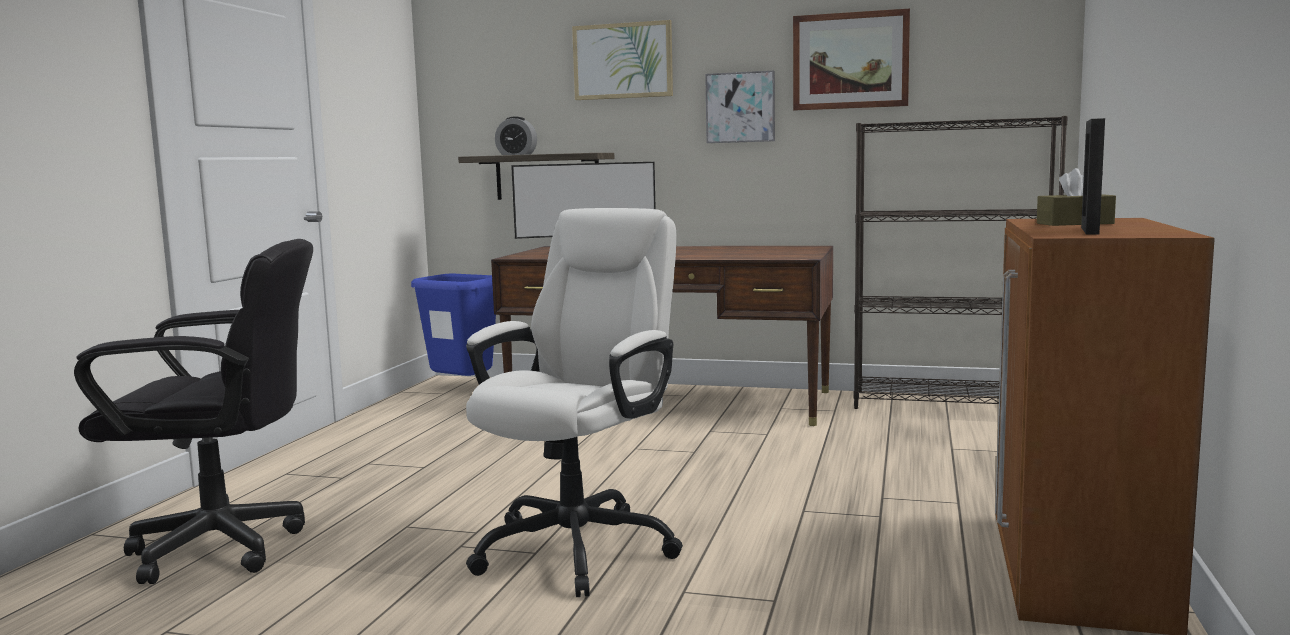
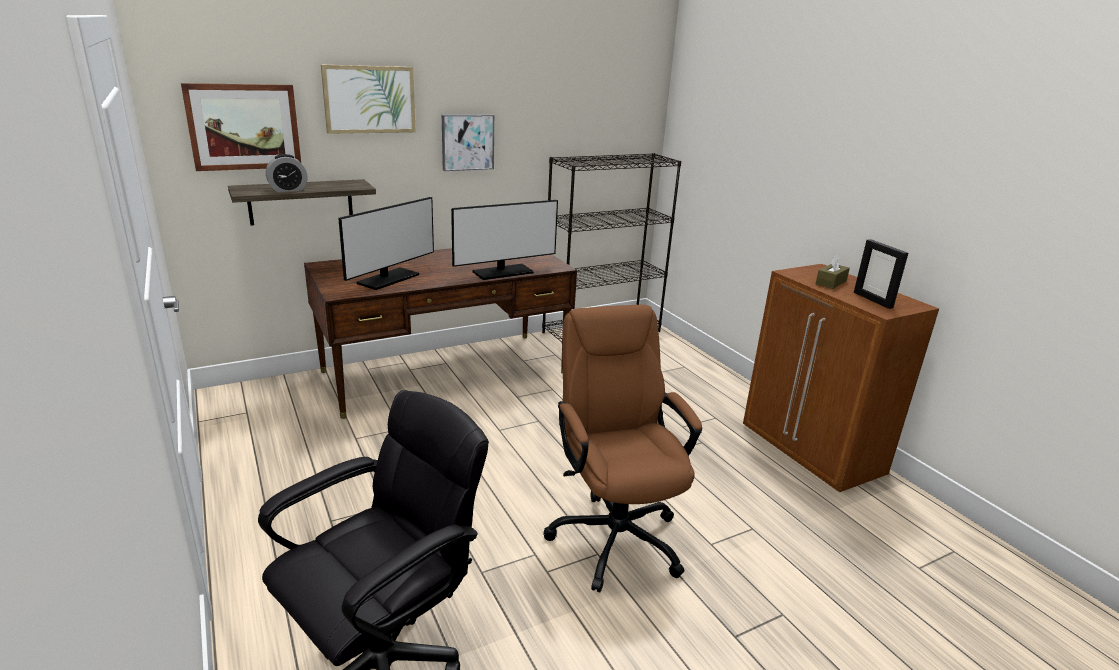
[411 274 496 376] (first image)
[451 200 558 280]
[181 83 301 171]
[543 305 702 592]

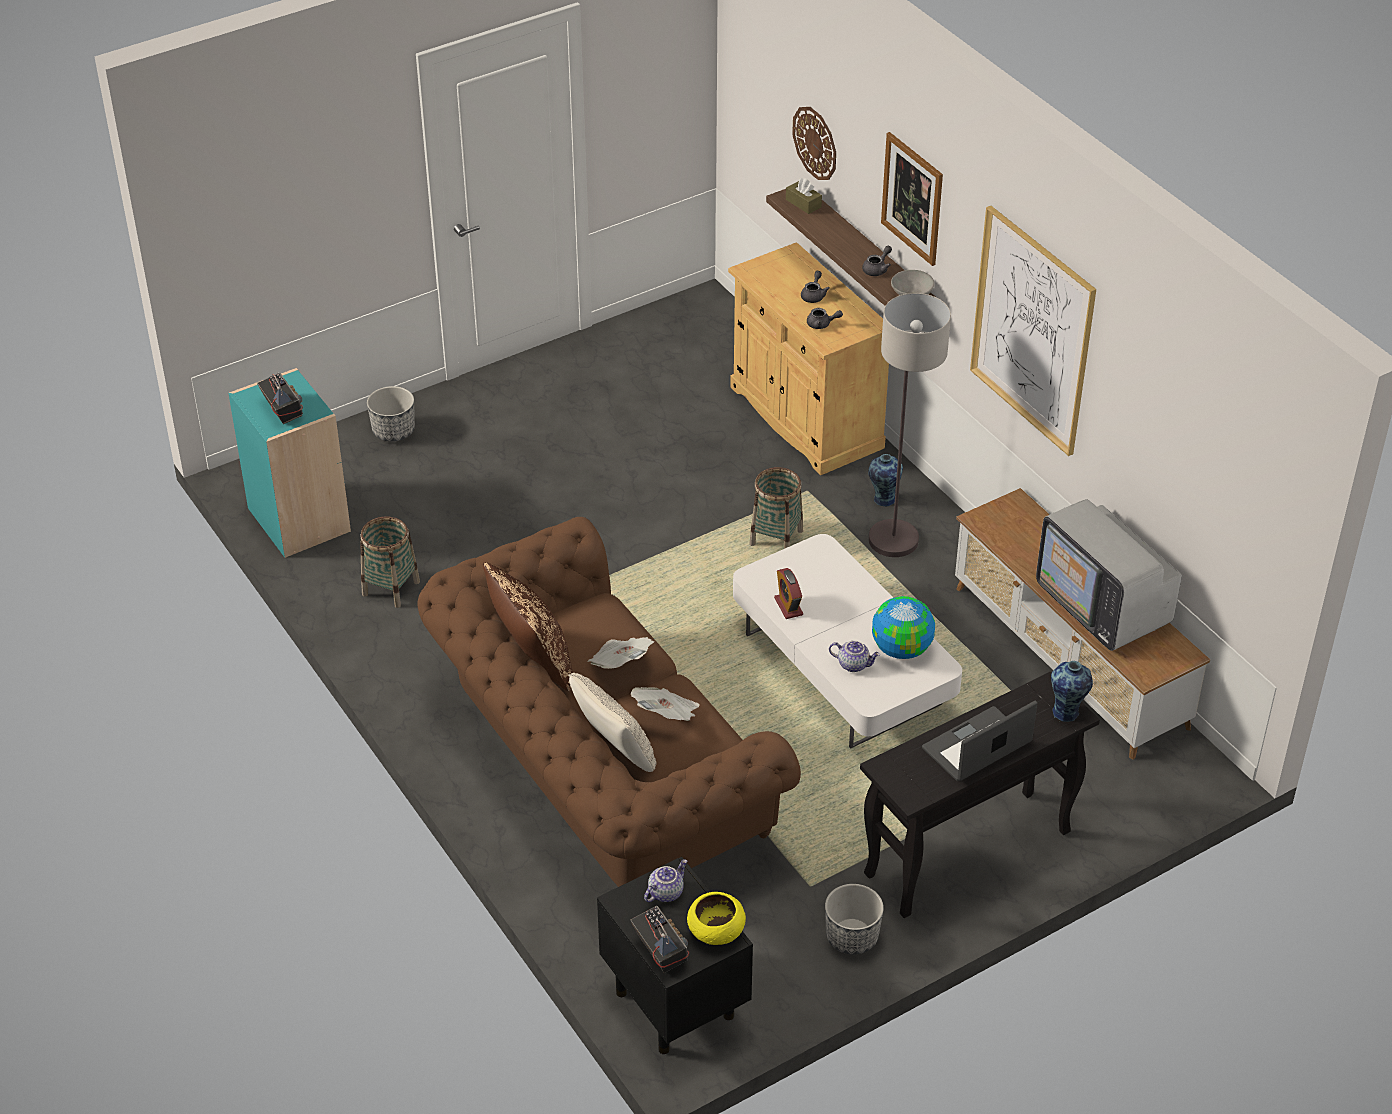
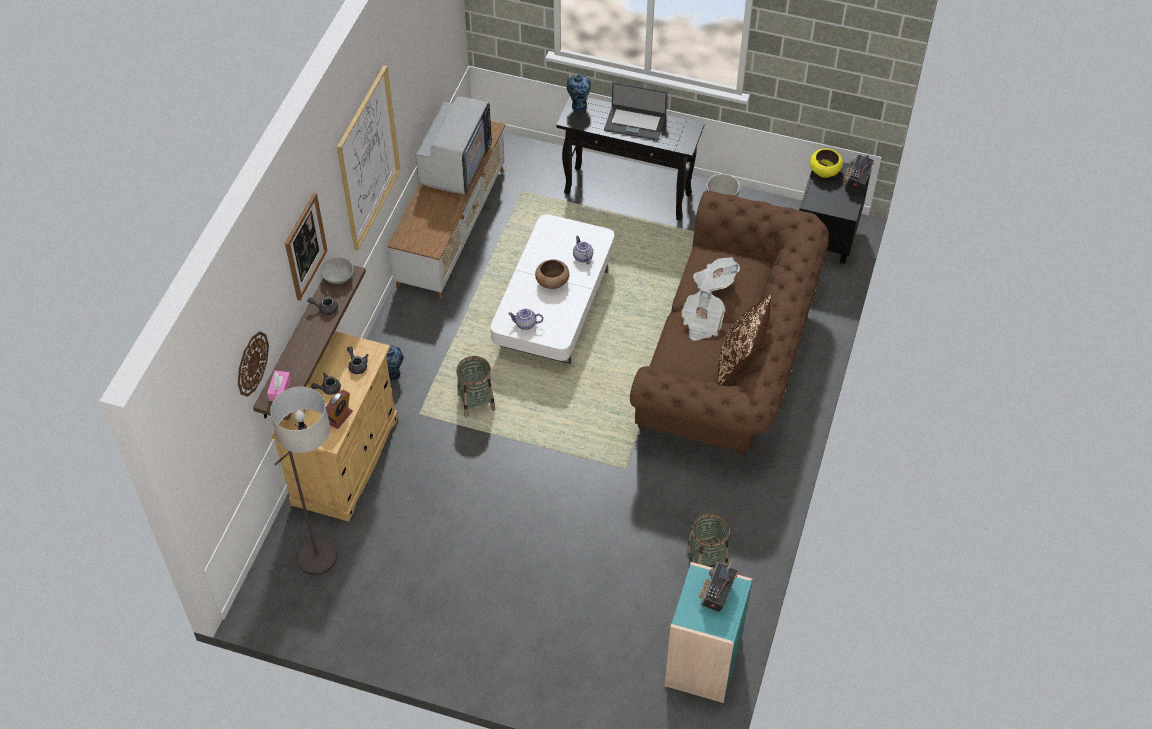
[367 386 415 442] (first image)
[569 673 656 772] (first image)
[872 596 935 659] (first image)
[535 259 569 289]
[508 308 543 330]
[326 390 353 429]
[270 387 337 576]
[267 370 291 401]

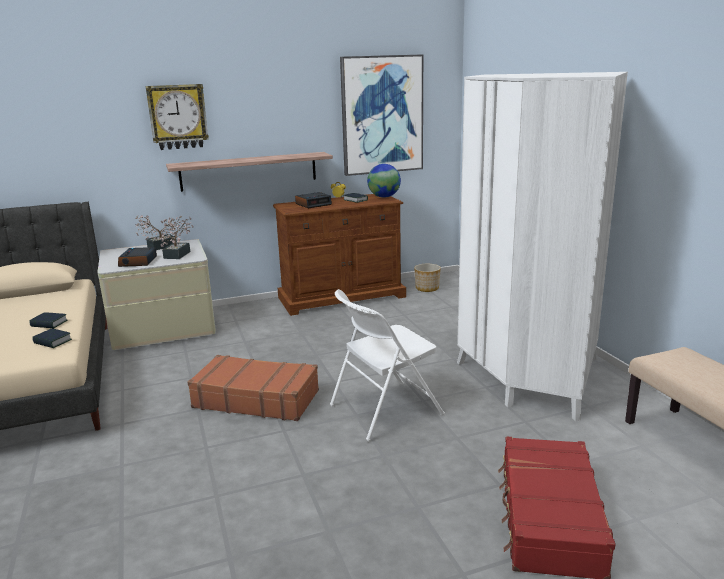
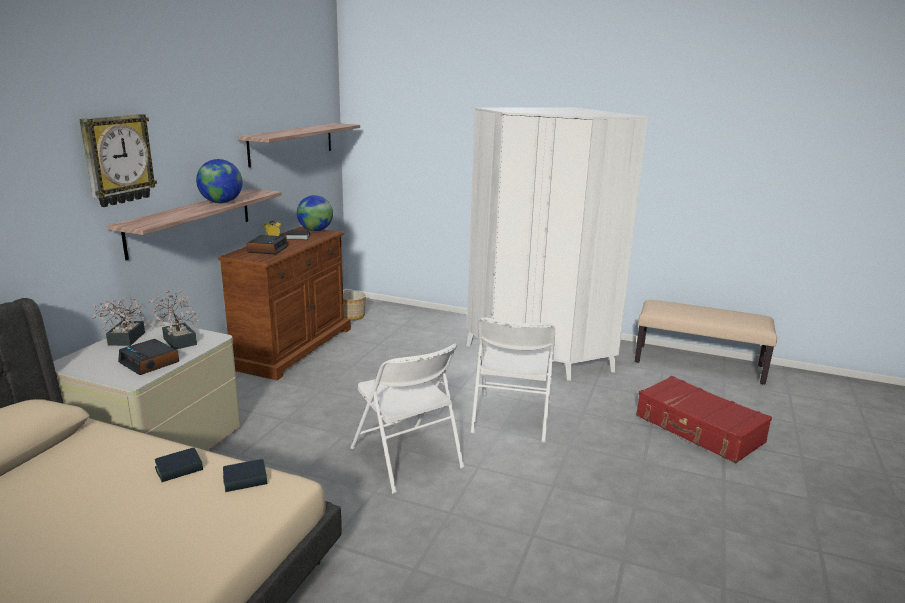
[196 159 243 203]
[350 344 465 494]
[238 123 360 168]

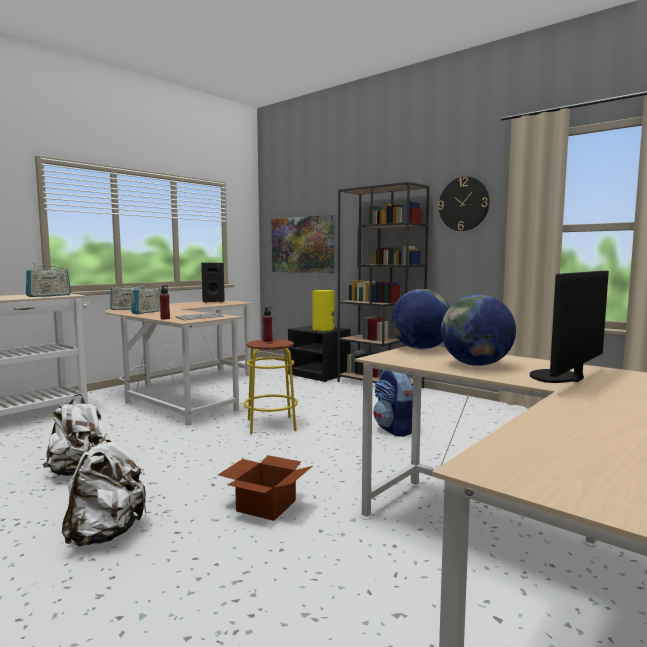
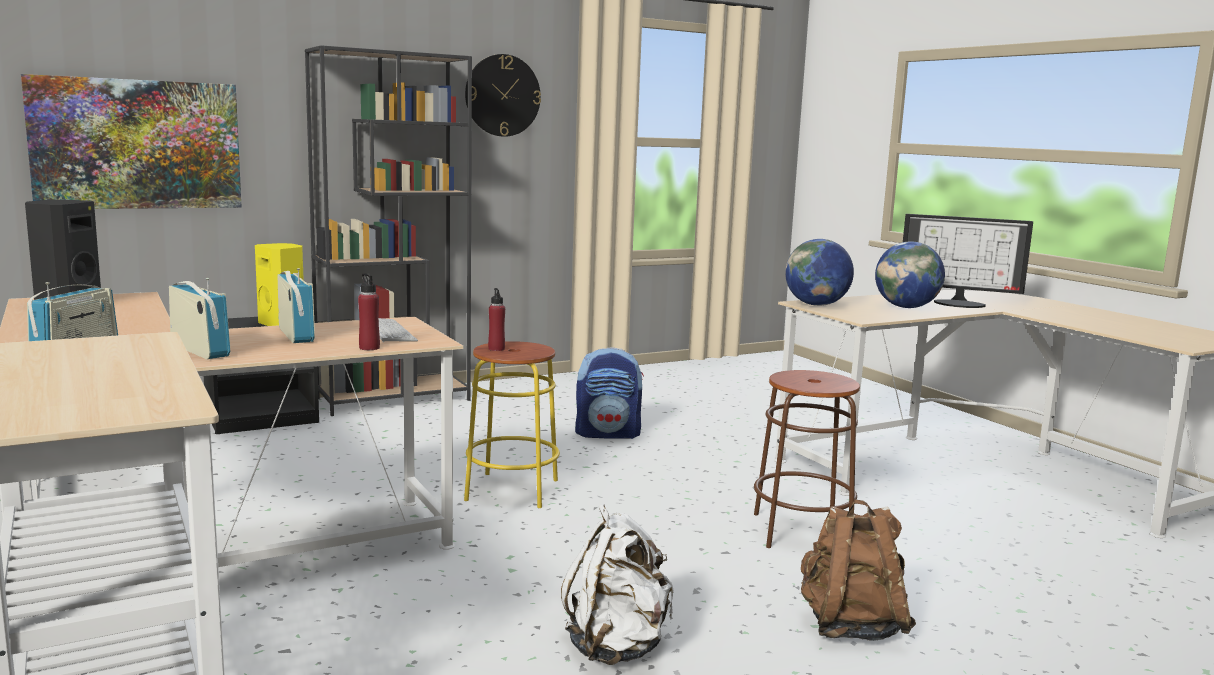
[277 268 315 343]
[754 370 860 548]
[801 499 916 641]
[903 214 1033 308]

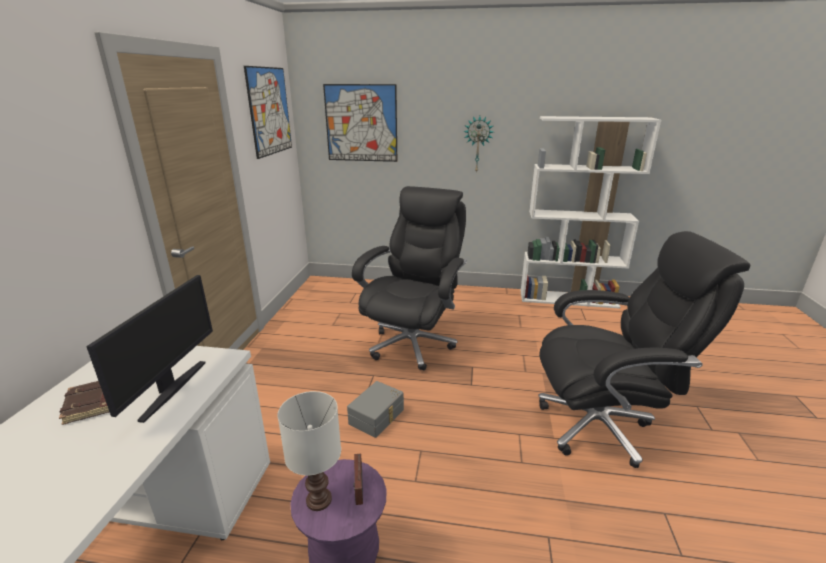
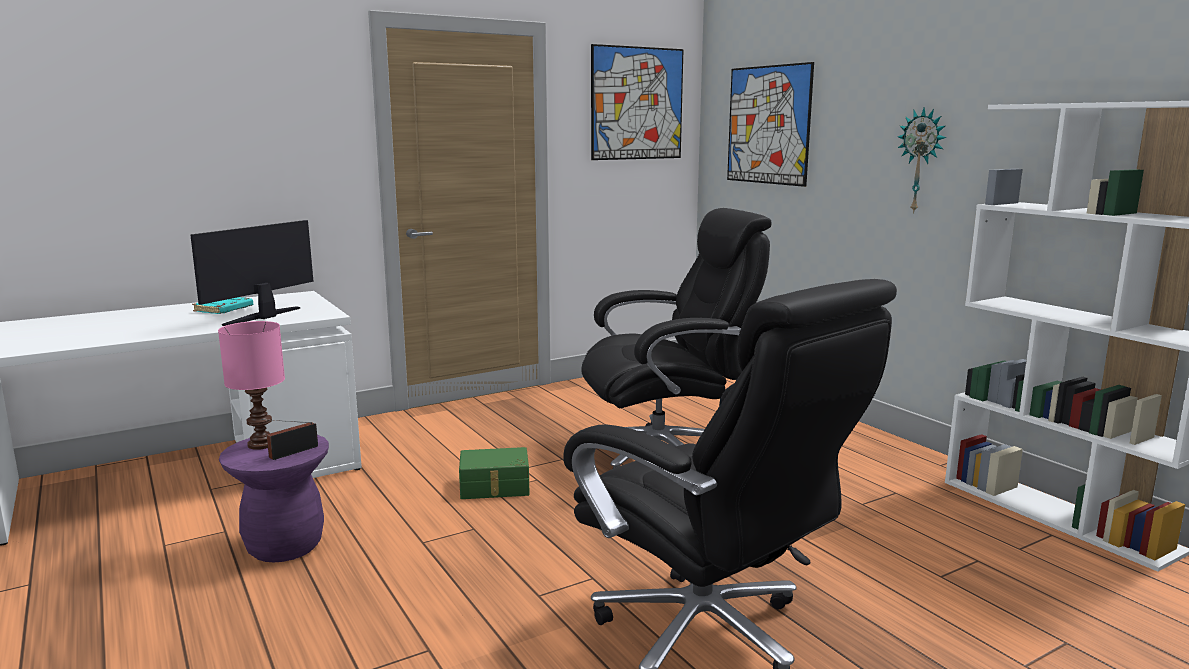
[192 297 253 314]
[218 321 285 450]
[459 447 530 499]
[190 220 314 326]

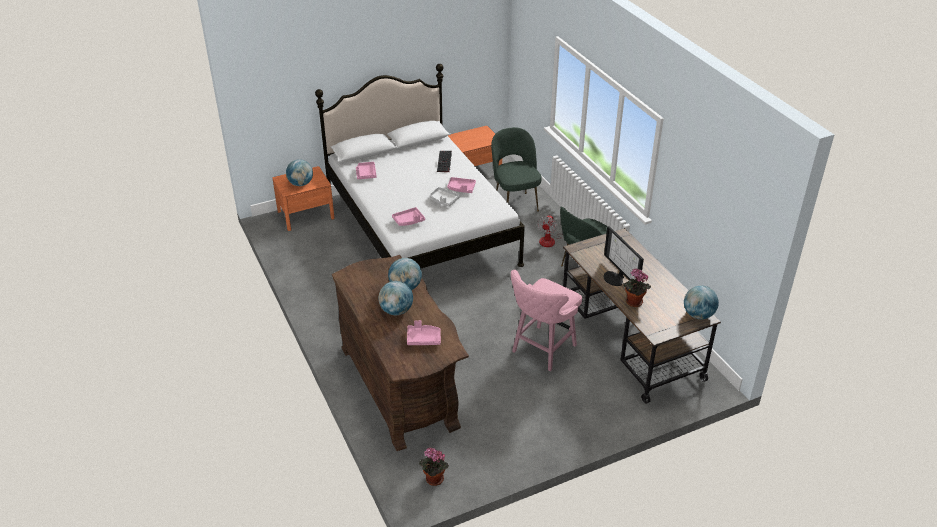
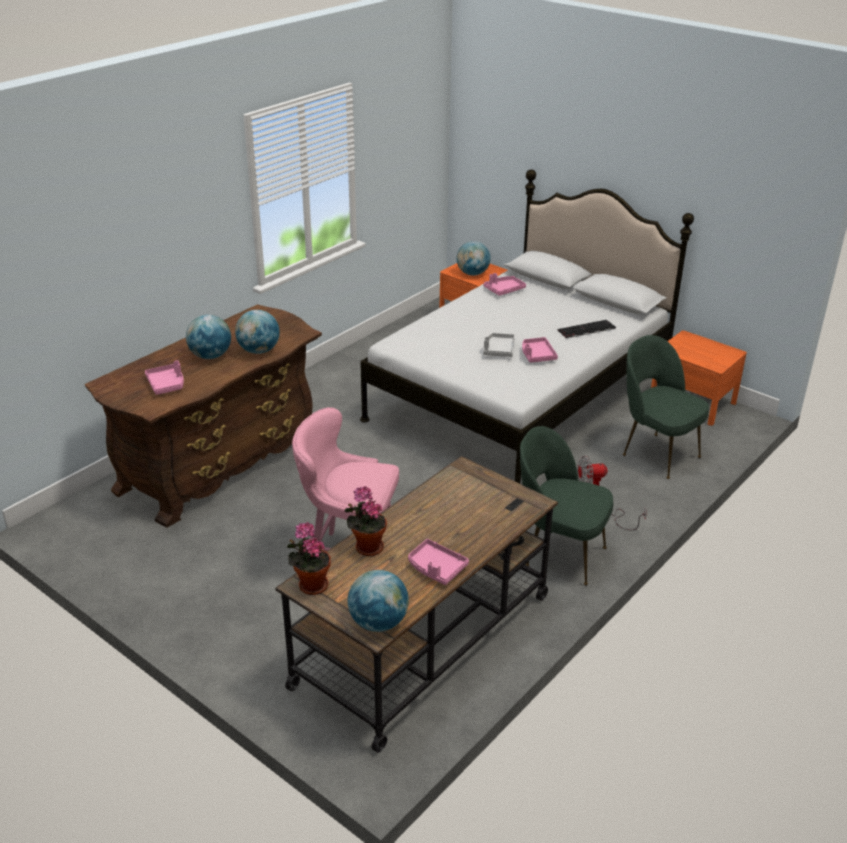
[604 226 644 286] (first image)
[408 539 469 585]
[287 522 331 595]
[623 335 709 479]

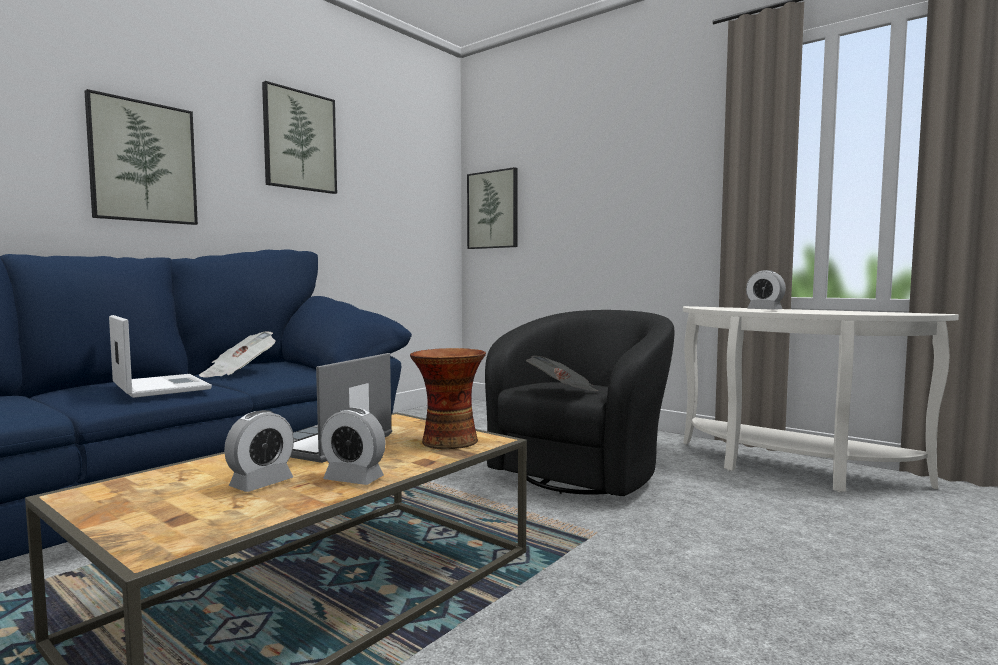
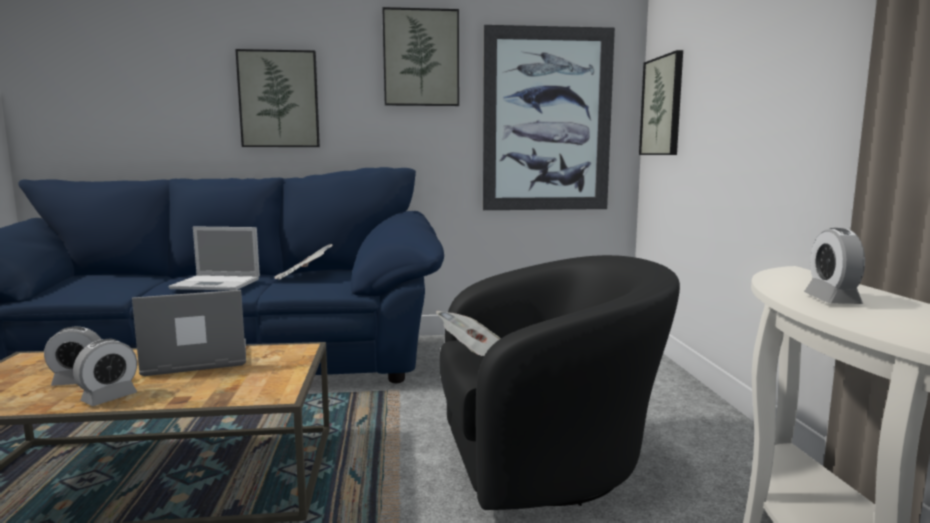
[410 348 486 449] (first image)
[483 25 615 210]
[169 226 260 290]
[73 339 137 406]

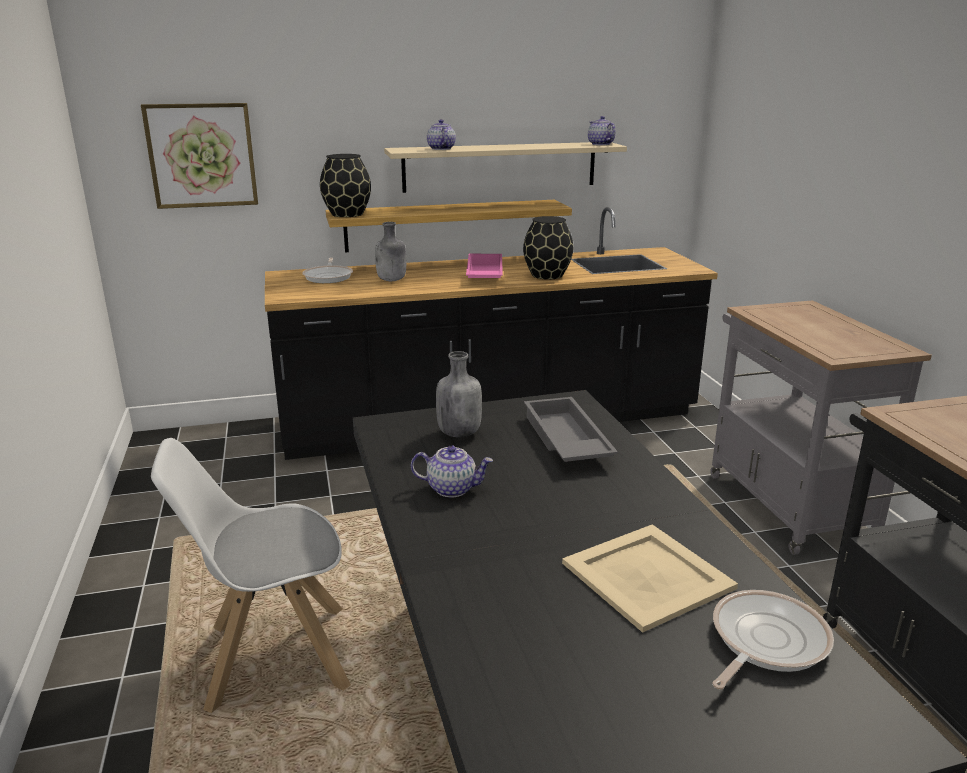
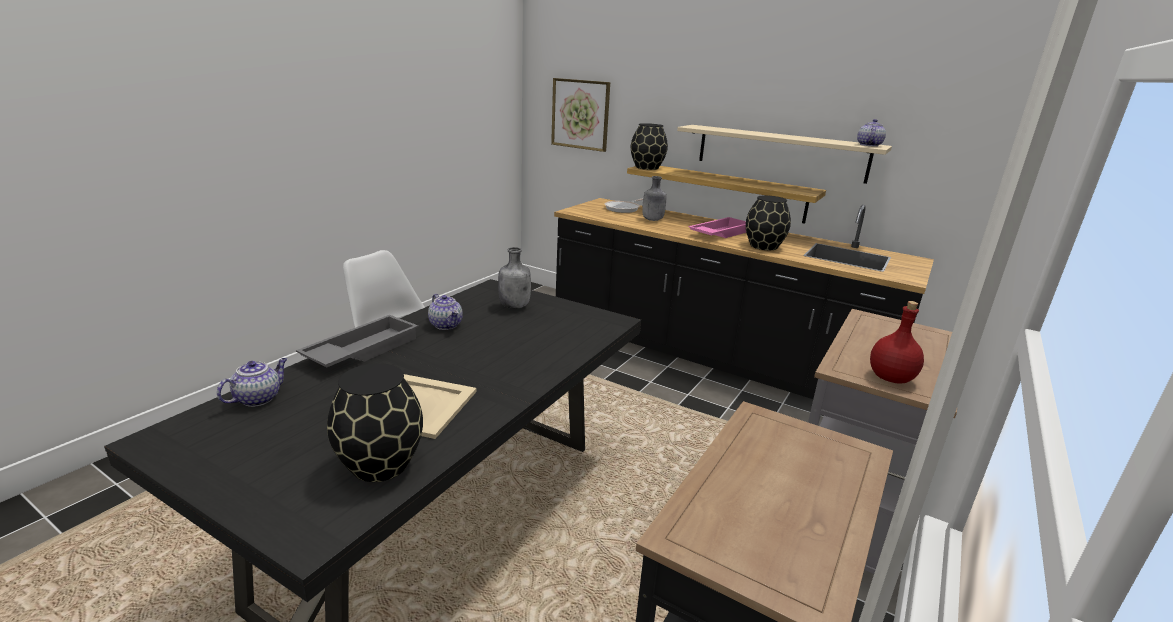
[870 301 924 384]
[217 358 287 407]
[296 315 419 367]
[327 363 423 482]

